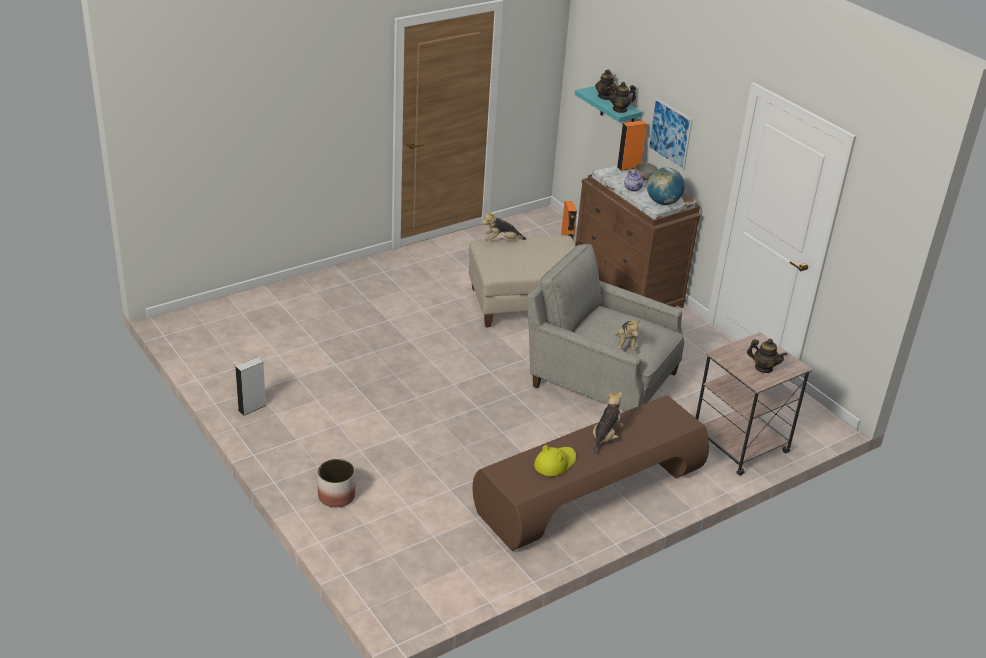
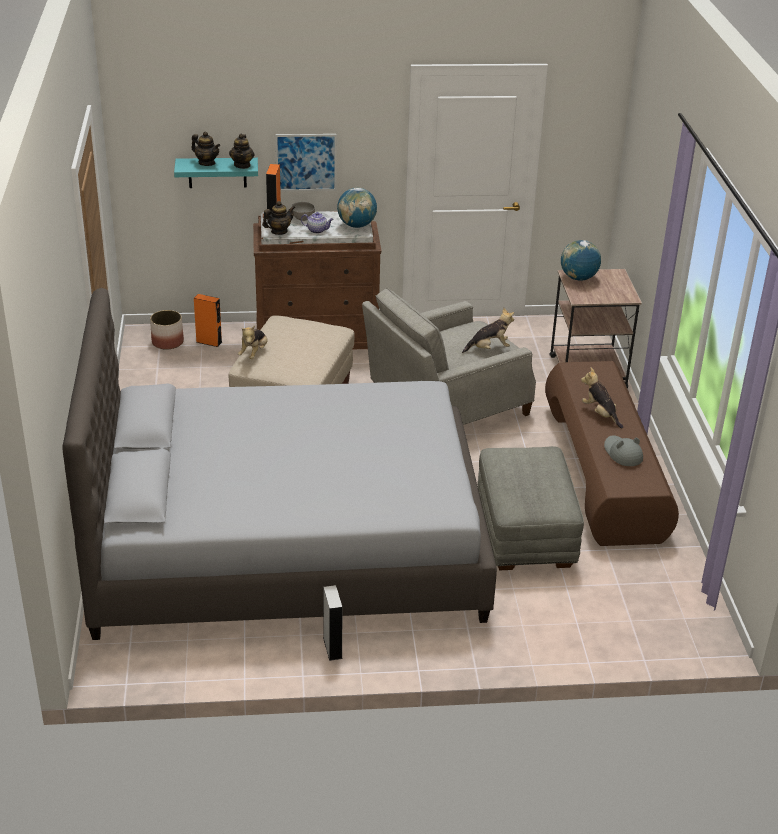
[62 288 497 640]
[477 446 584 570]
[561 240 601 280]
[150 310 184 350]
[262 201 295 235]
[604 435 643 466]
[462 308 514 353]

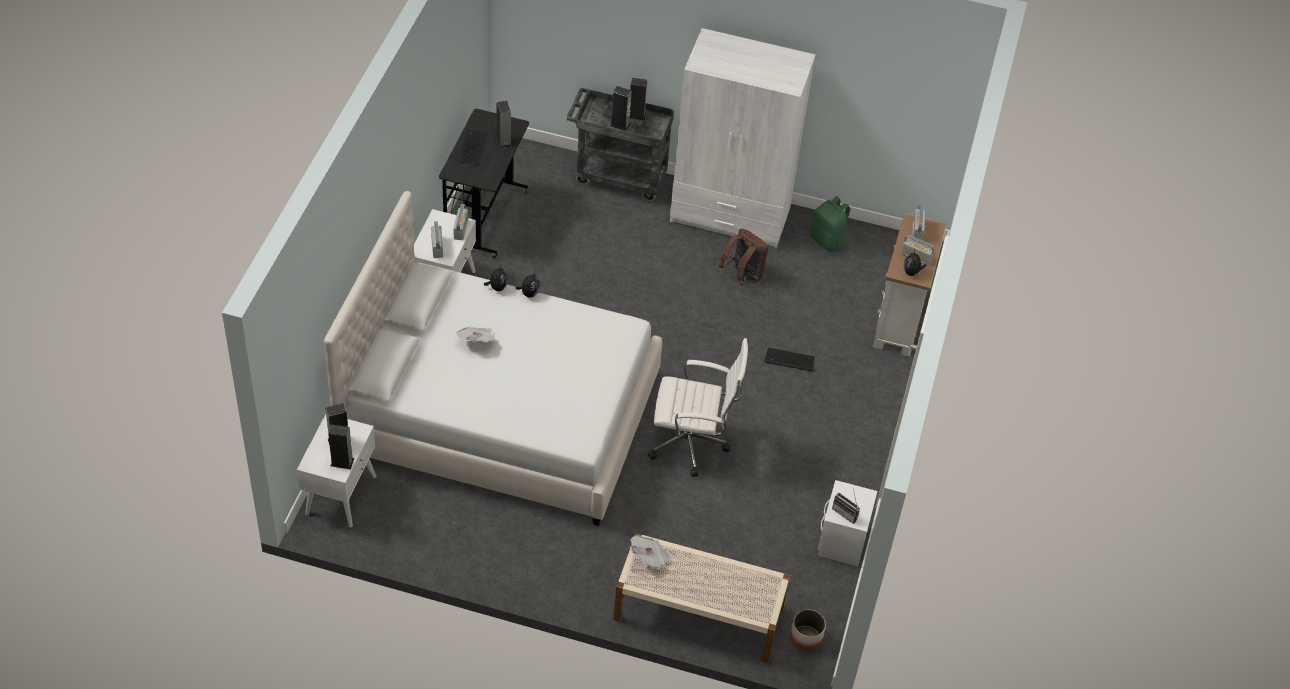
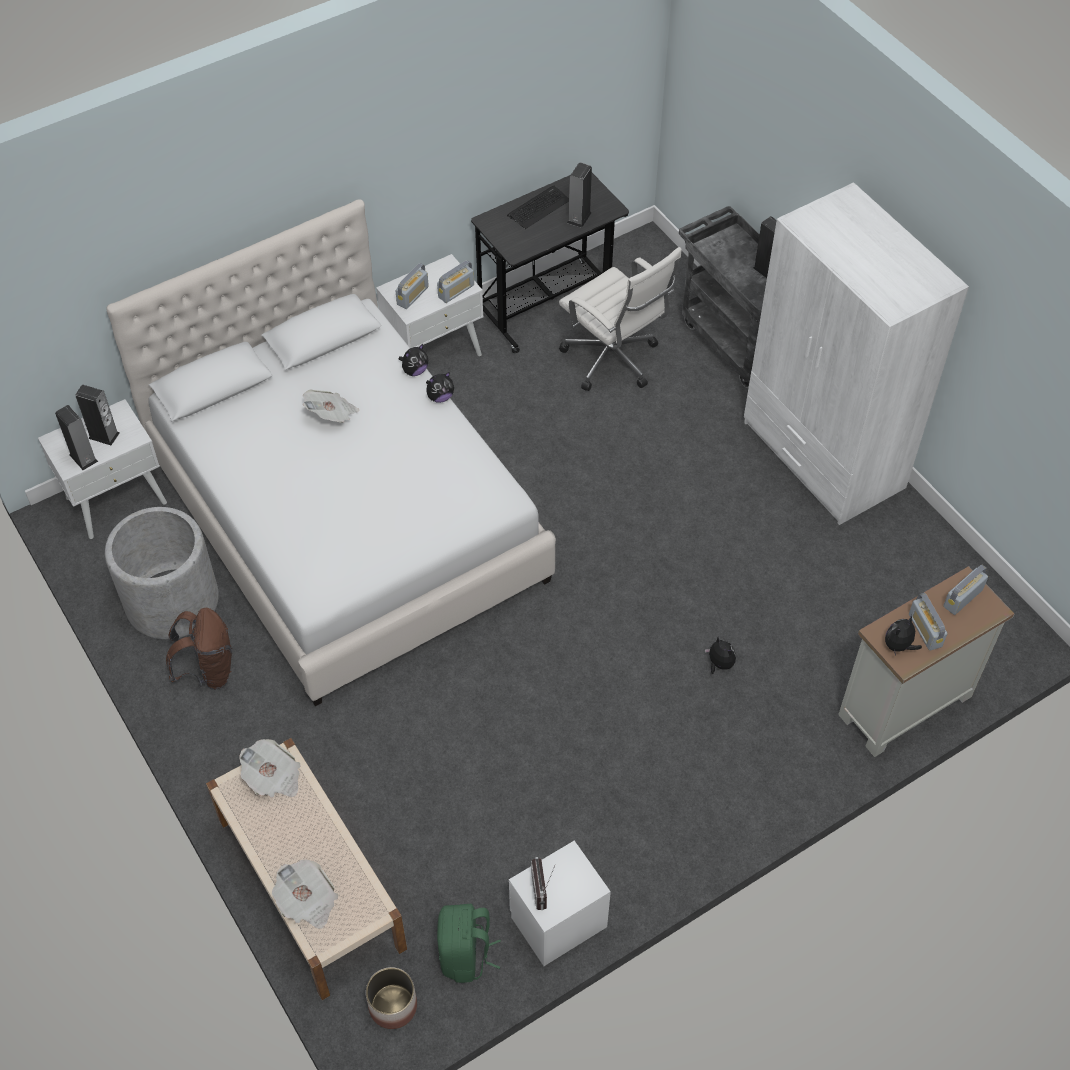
[610 86 632 131] (first image)
[105 507 219 639]
[272 859 339 929]
[559 247 682 391]
[166 608 232 690]
[437 904 501 983]
[705 636 736 674]

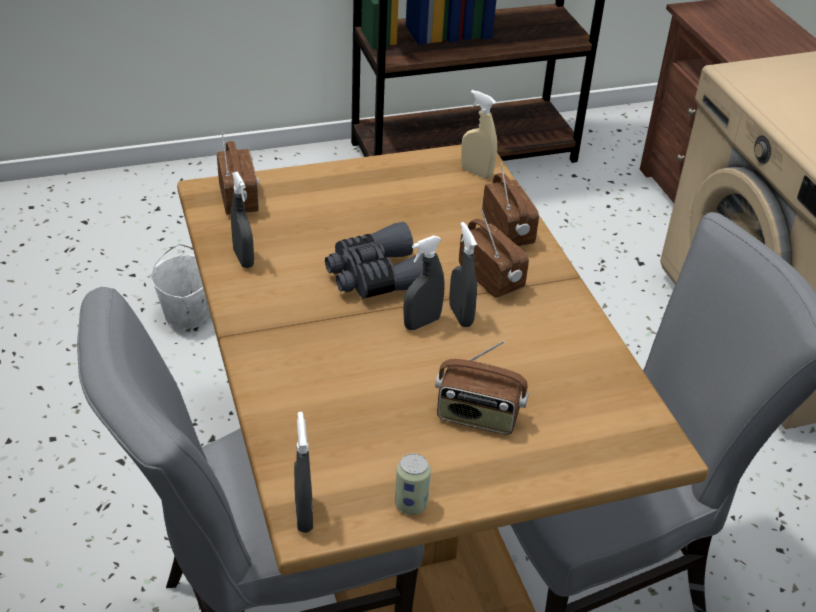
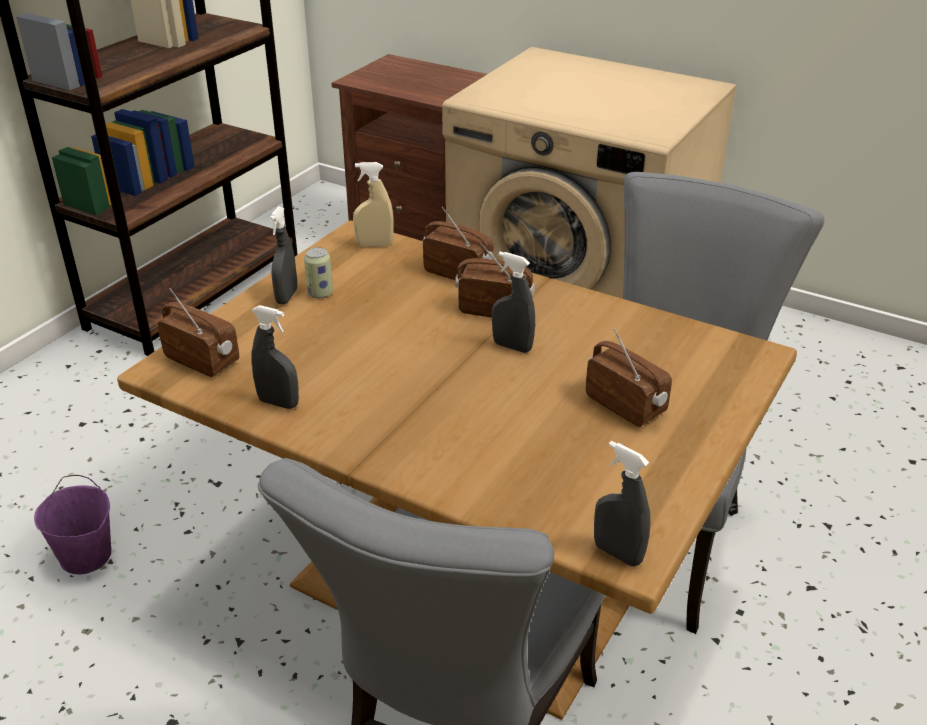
[325 222 425 299] (first image)
[304 247 333 298]
[269 207 297 304]
[34 475 111 574]
[586 328 672 427]

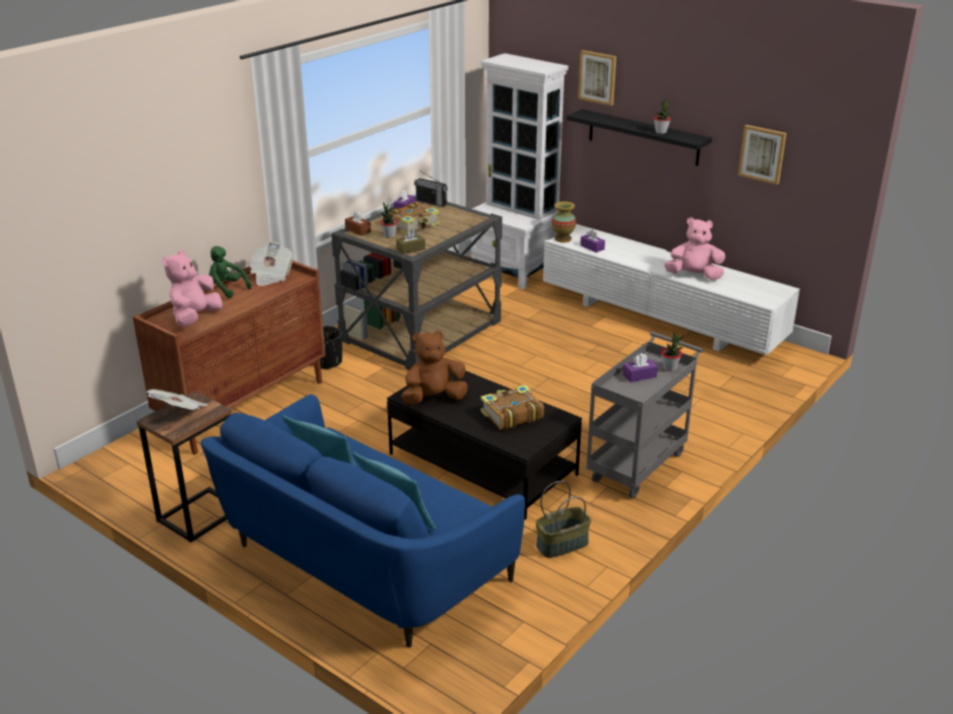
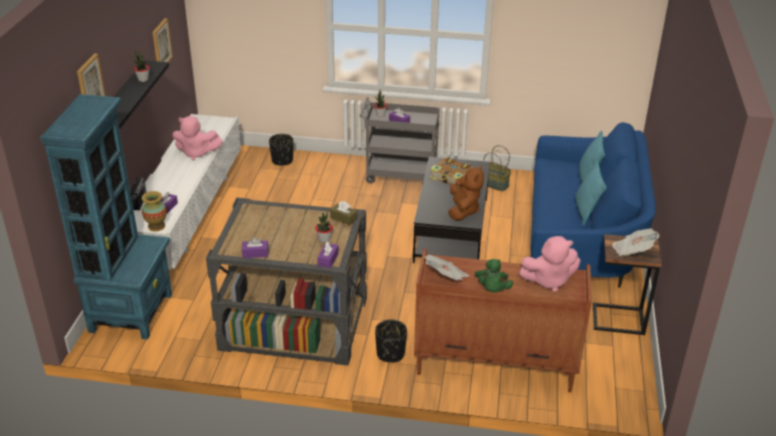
[391 202 439 234] (first image)
[269 134 293 165]
[130 177 146 210]
[317 241 339 268]
[40 94 172 340]
[448 165 484 221]
[172 116 223 160]

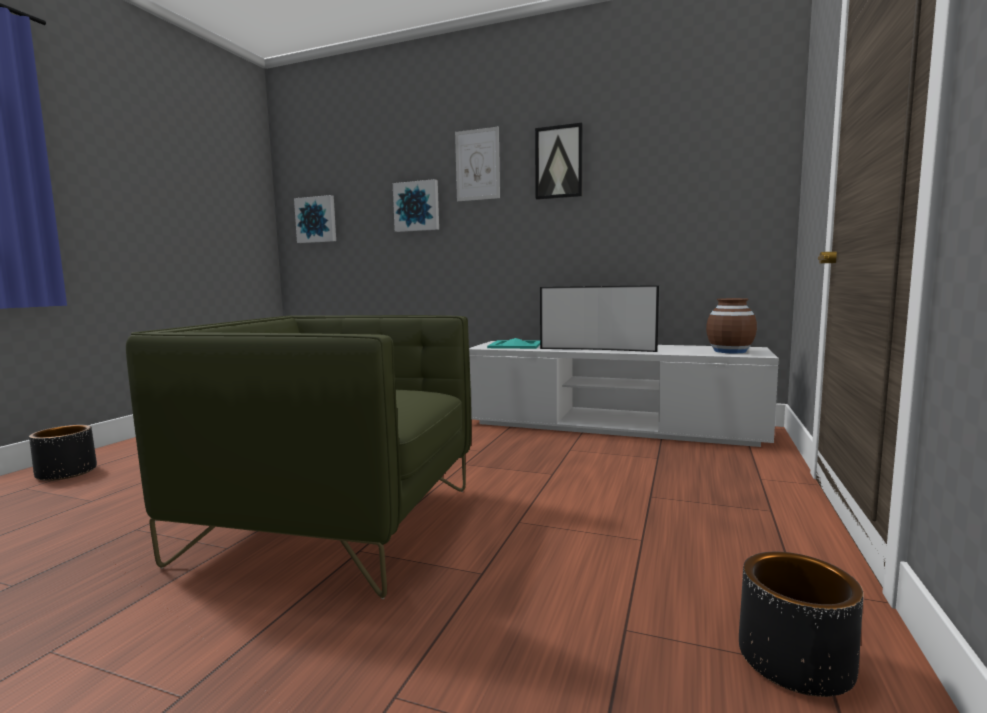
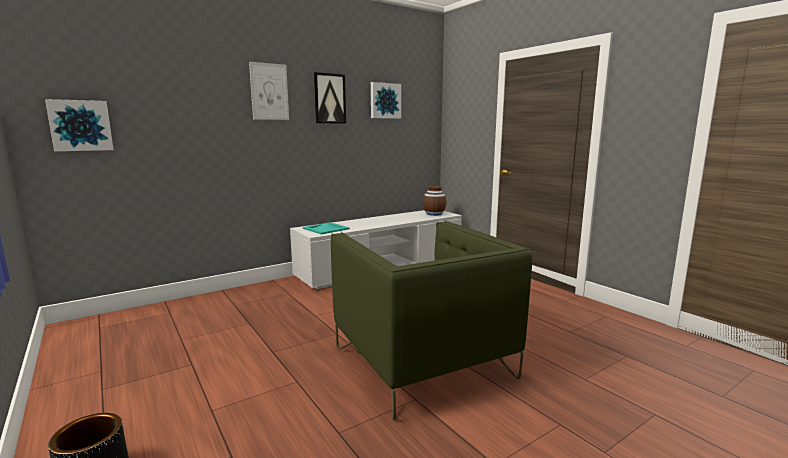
[540 285 659 352] (first image)
[739 552 864 697] (first image)
[371 82 401 119]
[331 221 532 421]

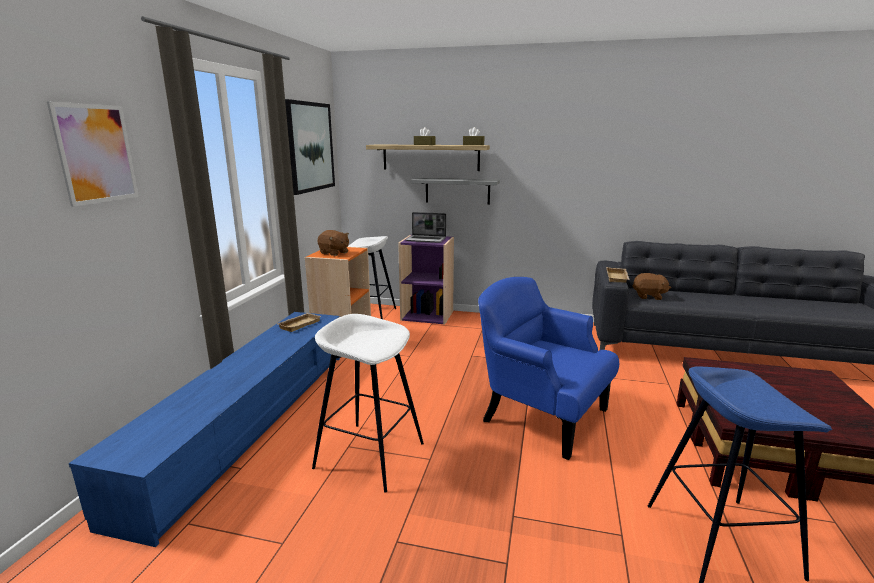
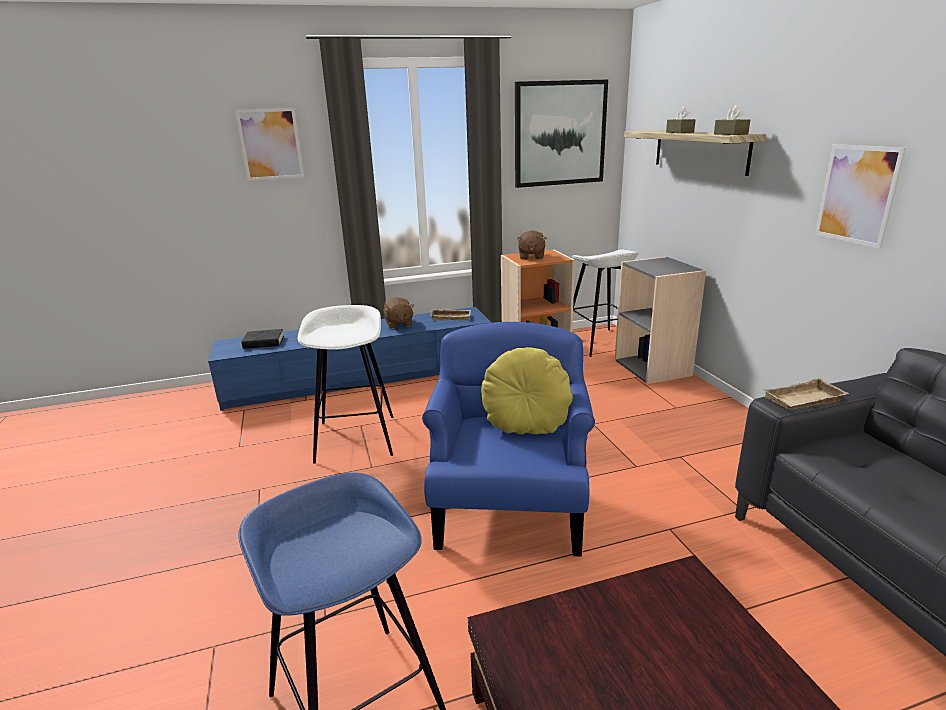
[406 212 446 243] (first image)
[411 178 500 205] (first image)
[242 329 284 349]
[481 347 573 435]
[815 144 906 249]
[383 297 414 329]
[615 257 706 384]

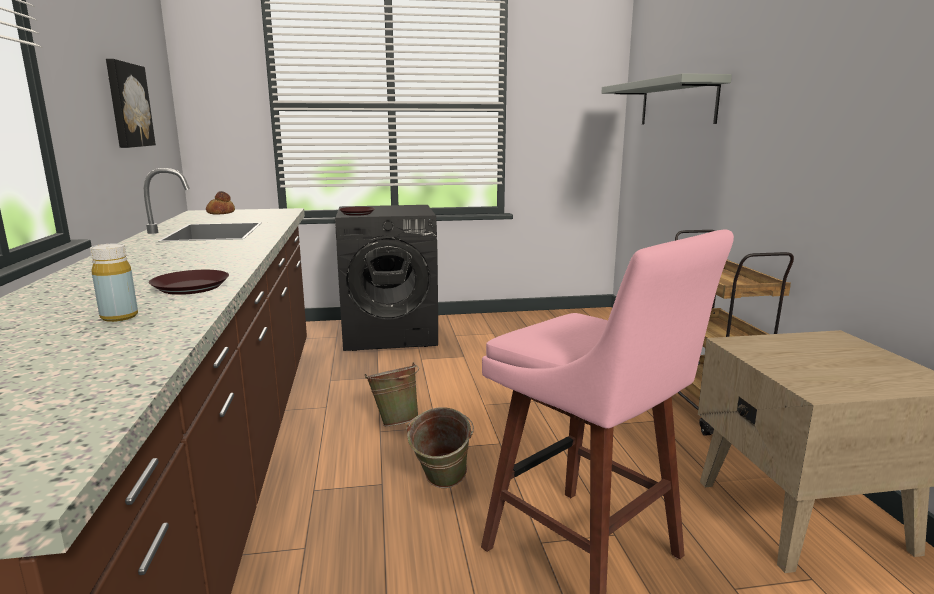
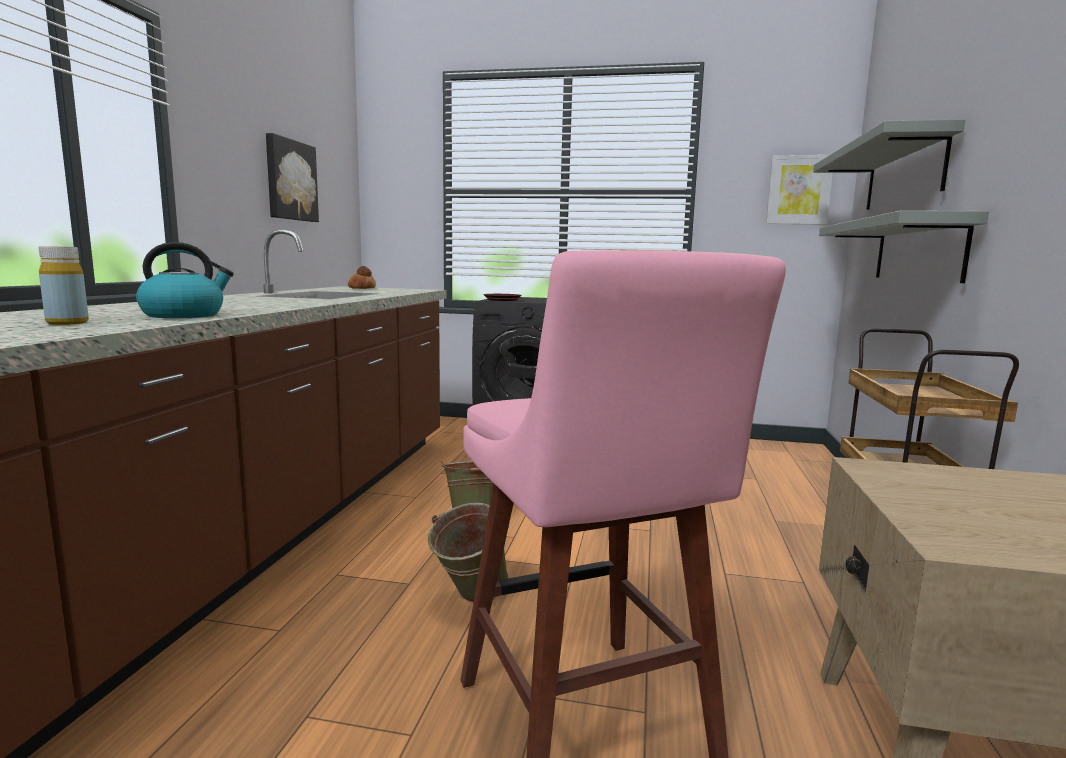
[766 155 833 225]
[819 210 989 283]
[136 242 234 318]

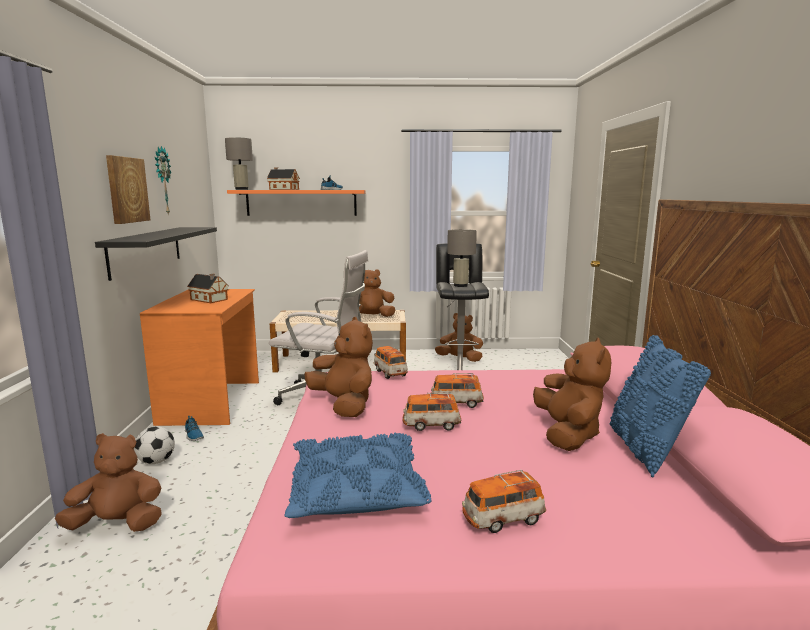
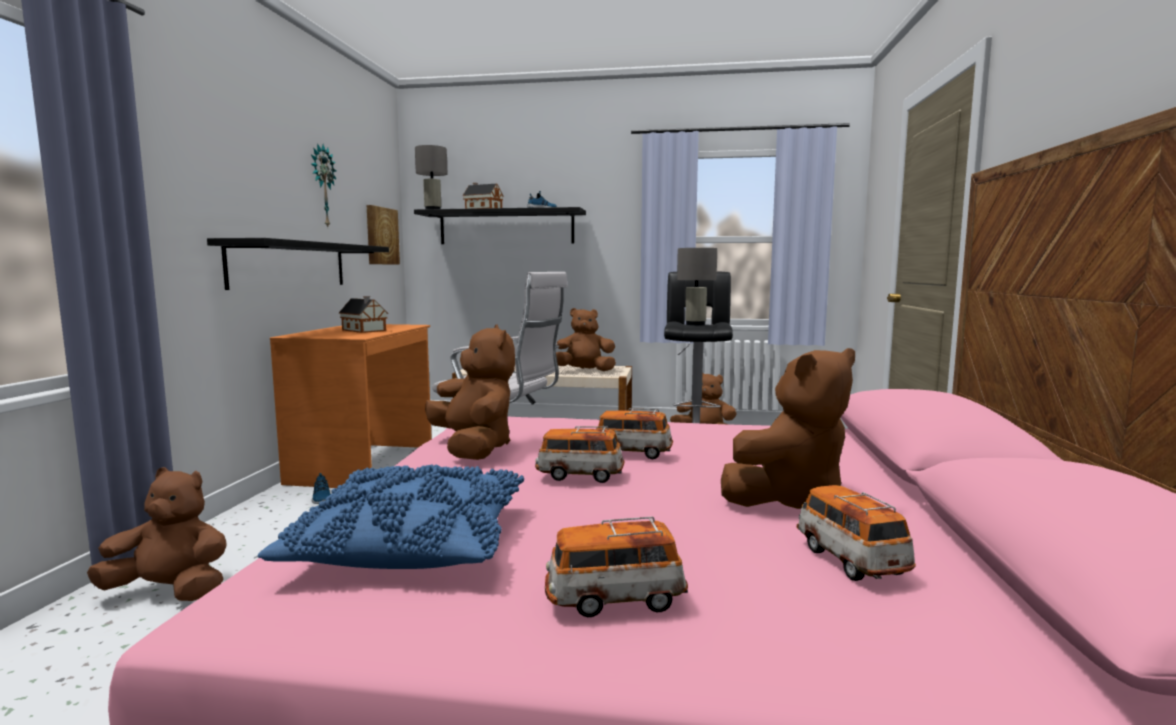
[134 426 175 464] (first image)
[610 335 711 477] (first image)
[367 205 400 265]
[797 485 916 581]
[414 207 586 244]
[721 348 855 509]

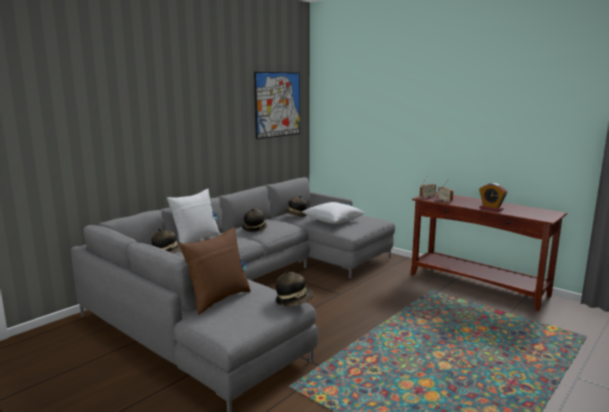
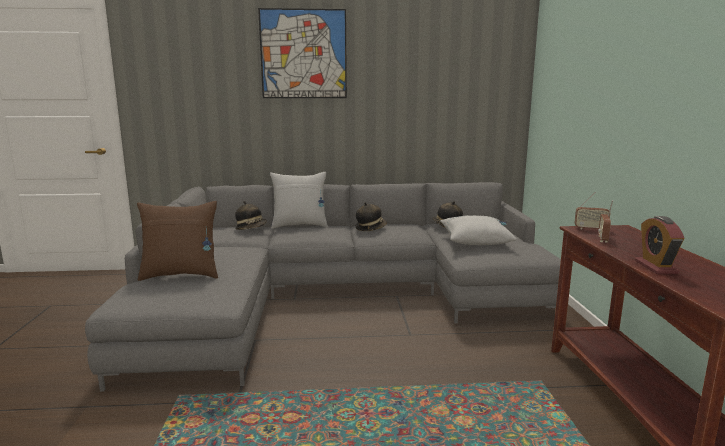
[275 270 314 306] (first image)
[258 8 347 98]

